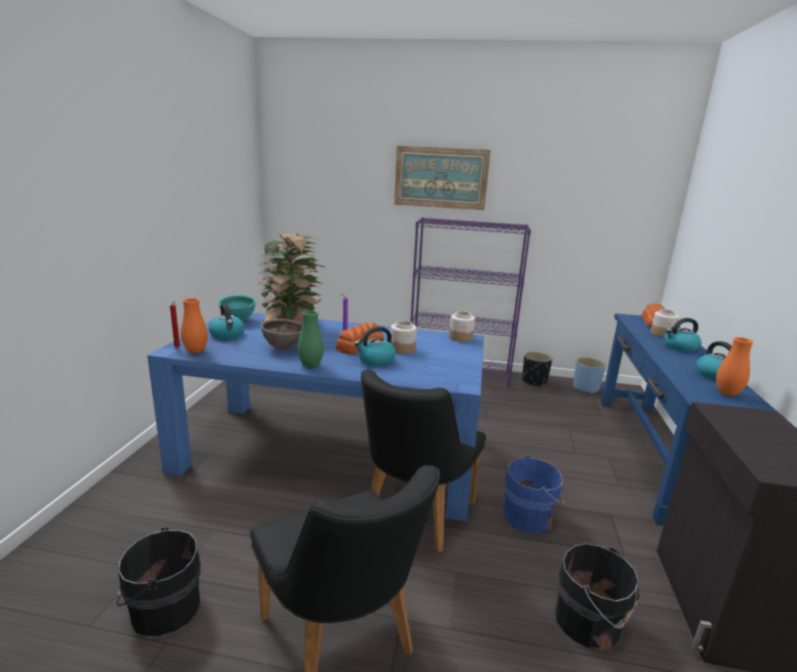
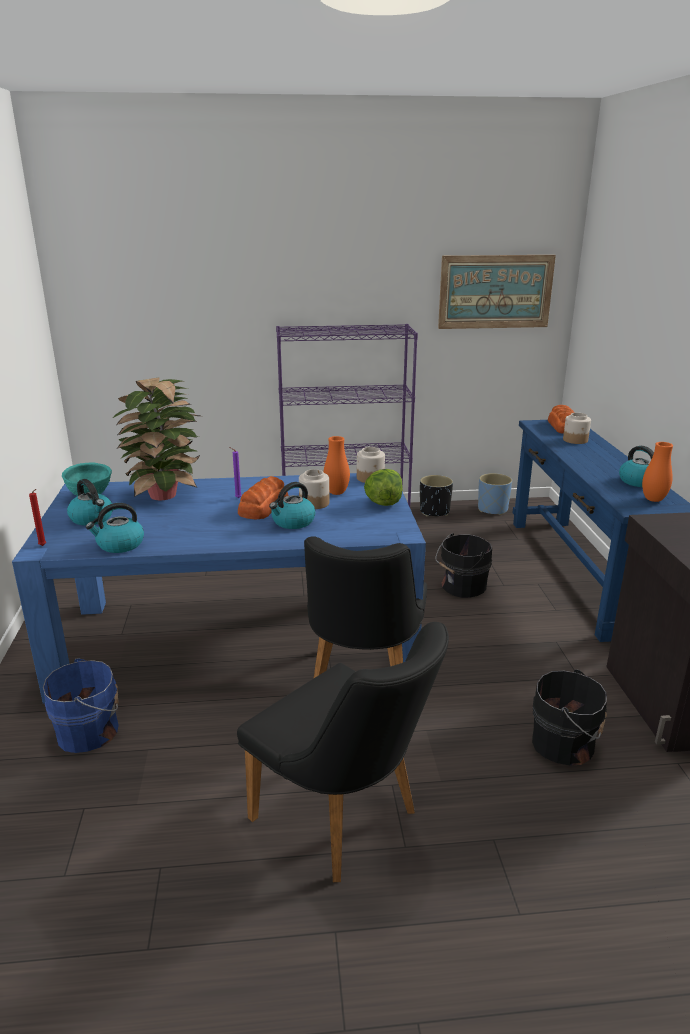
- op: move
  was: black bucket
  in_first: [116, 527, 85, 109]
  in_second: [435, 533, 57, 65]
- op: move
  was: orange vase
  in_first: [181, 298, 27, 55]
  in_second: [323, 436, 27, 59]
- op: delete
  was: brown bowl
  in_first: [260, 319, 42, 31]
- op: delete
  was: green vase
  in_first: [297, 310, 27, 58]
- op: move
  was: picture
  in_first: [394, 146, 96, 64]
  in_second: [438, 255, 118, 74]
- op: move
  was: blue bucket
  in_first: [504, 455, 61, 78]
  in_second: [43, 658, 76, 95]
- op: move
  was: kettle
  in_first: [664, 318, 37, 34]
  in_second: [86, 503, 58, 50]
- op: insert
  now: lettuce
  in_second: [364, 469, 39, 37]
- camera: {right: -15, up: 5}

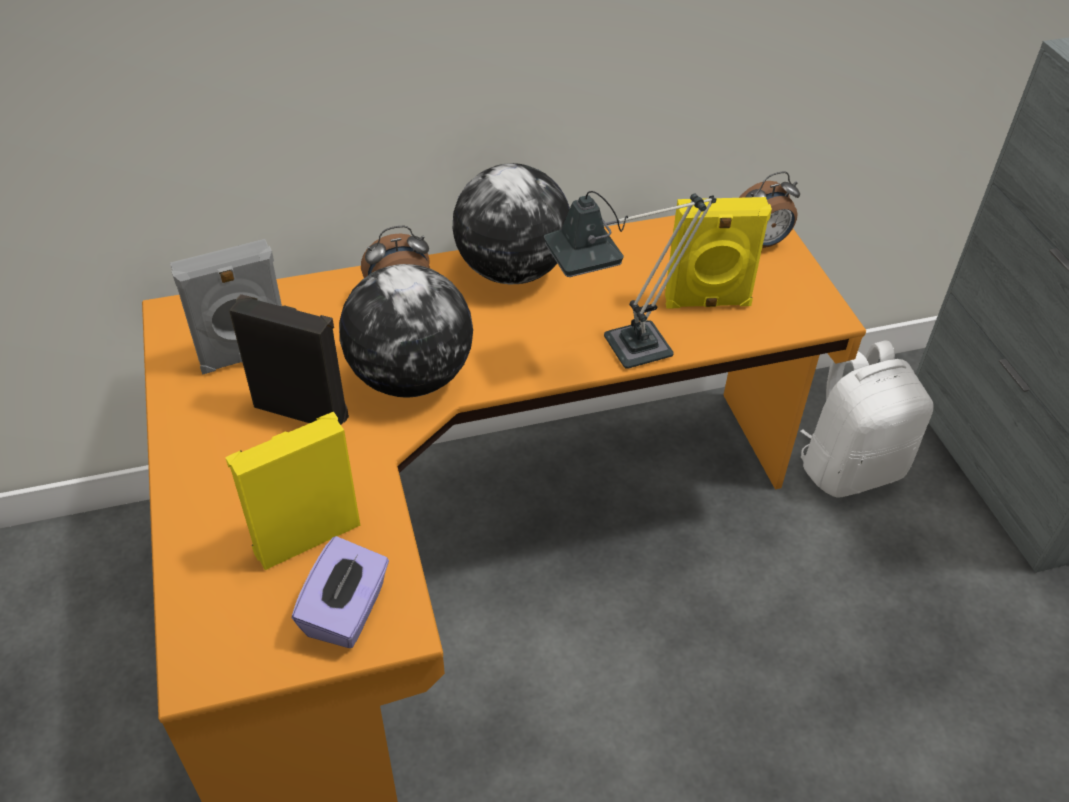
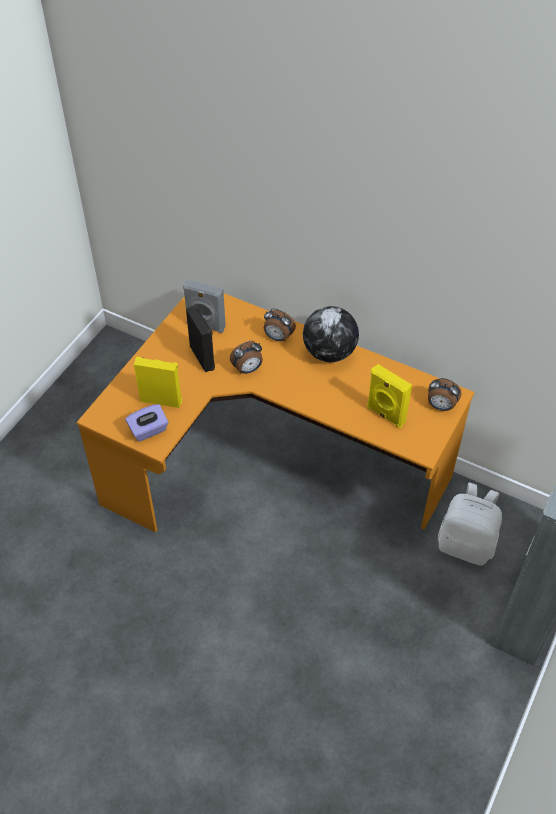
- op: replace
  was: globe
  now: alarm clock
  in_first: [339, 264, 134, 134]
  in_second: [230, 340, 33, 34]
- op: delete
  was: table lamp
  in_first: [544, 191, 172, 178]
- camera: {right: 45, up: 5}

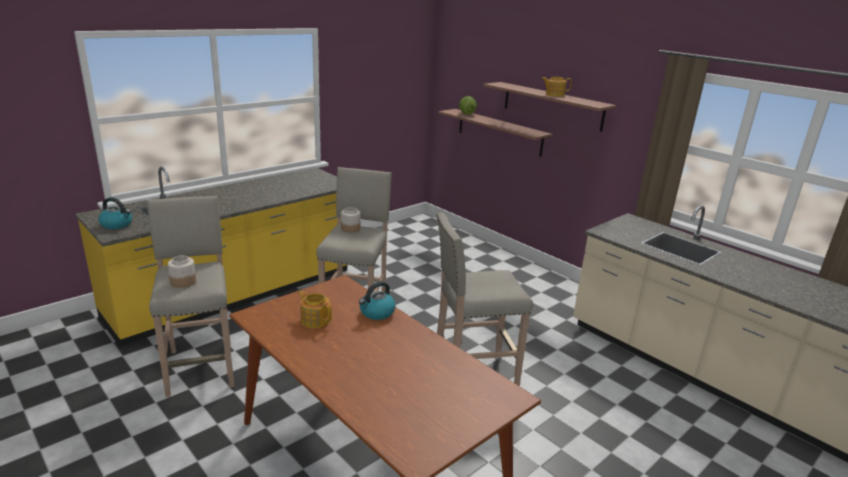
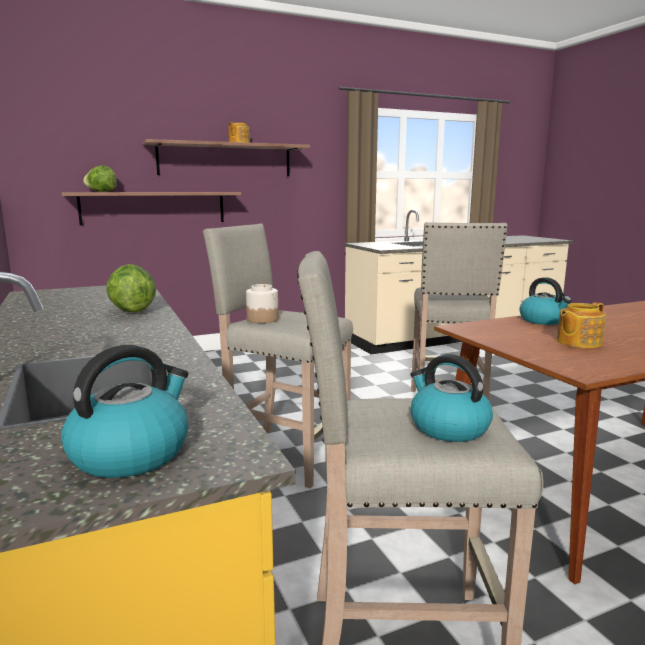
- op: replace
  was: jar
  now: kettle
  in_first: [168, 255, 28, 33]
  in_second: [411, 354, 82, 88]
- op: insert
  now: lettuce
  in_second: [106, 264, 50, 49]
- camera: {right: -70, up: -10}

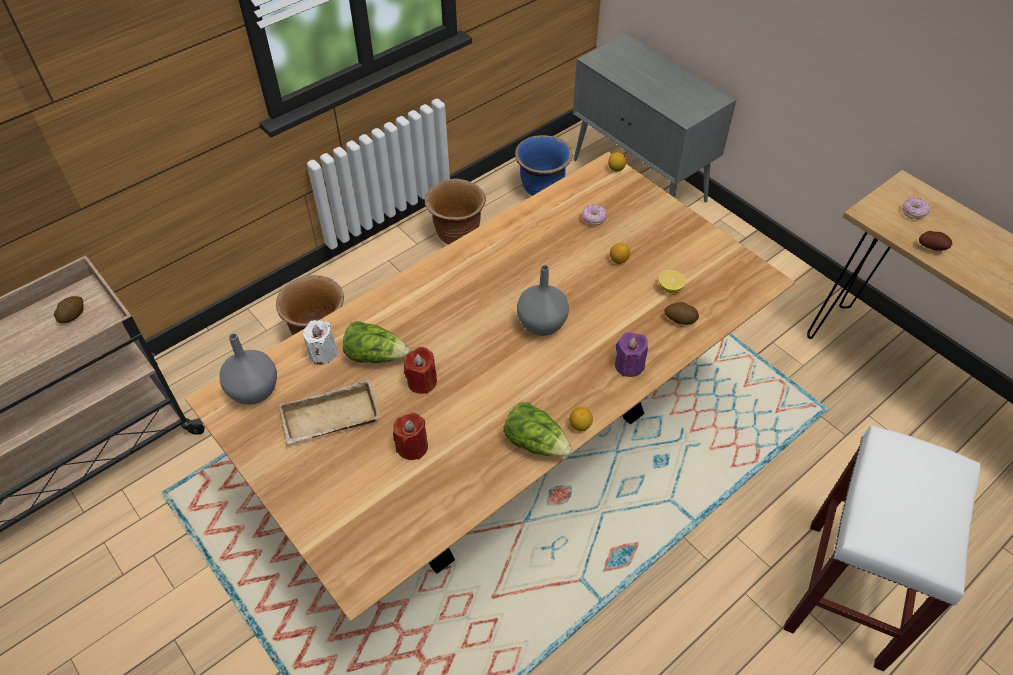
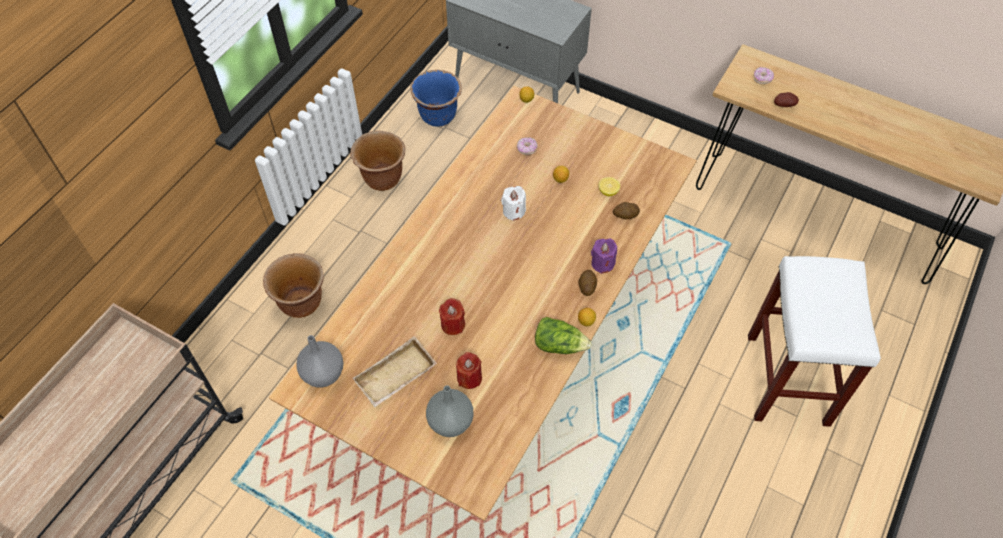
- op: move
  was: potato
  in_first: [54, 296, 30, 27]
  in_second: [578, 270, 19, 26]
- op: move
  was: white candle
  in_first: [303, 320, 35, 44]
  in_second: [501, 186, 25, 35]
- op: delete
  was: lettuce
  in_first: [343, 321, 67, 42]
- op: move
  was: grey vase
  in_first: [517, 265, 52, 71]
  in_second: [426, 385, 48, 52]
- camera: {right: -20, up: 5}

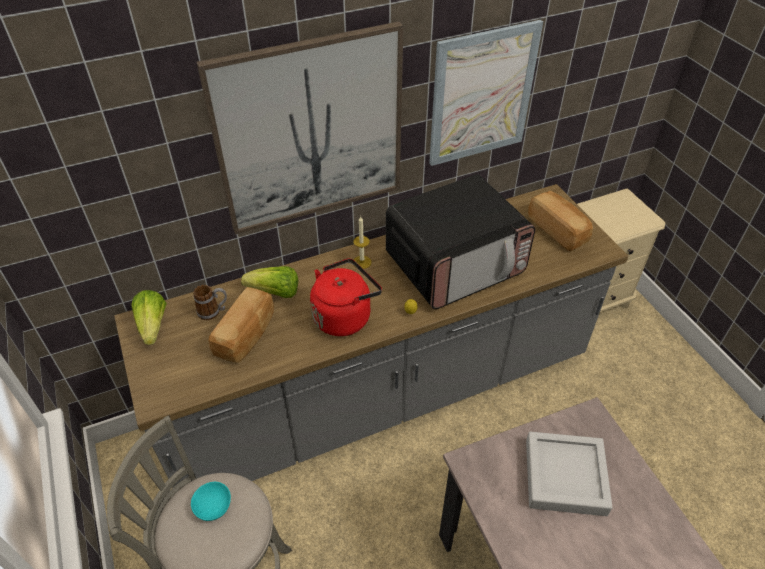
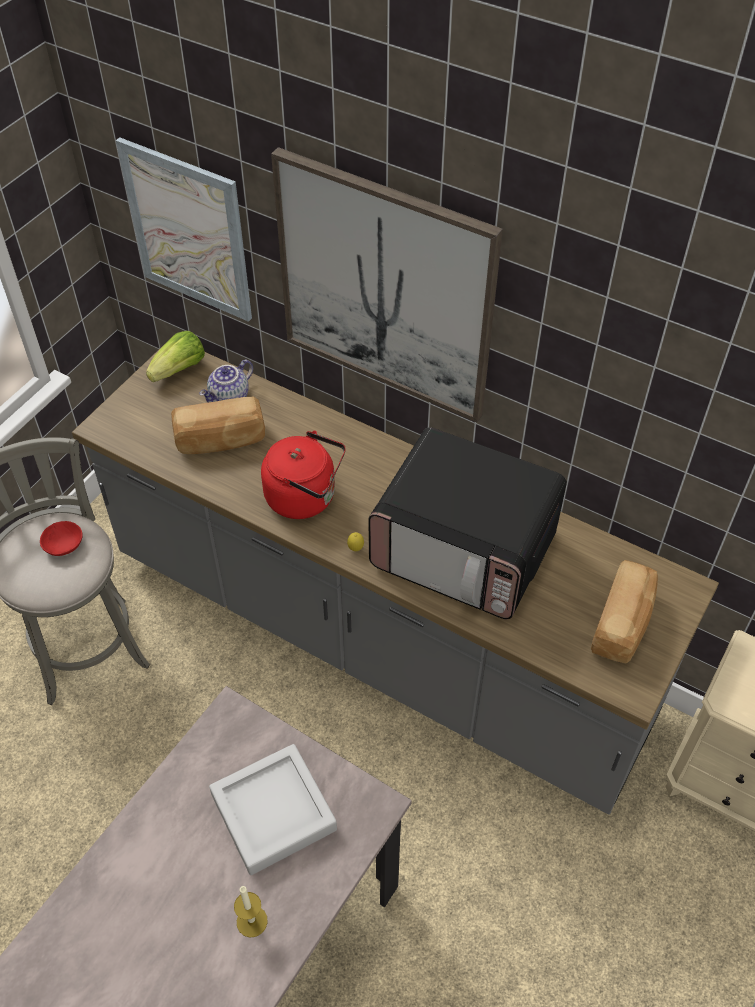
- op: recolor
  was: turquoise bowl
  now: red bowl
  in_first: [191, 482, 40, 39]
  in_second: [40, 521, 43, 35]
- op: replace
  was: mug
  now: teapot
  in_first: [193, 285, 34, 35]
  in_second: [199, 360, 54, 43]
- op: delete
  was: lettuce
  in_first: [241, 266, 57, 32]
- op: move
  was: candle
  in_first: [353, 217, 19, 52]
  in_second: [234, 886, 34, 52]
- op: move
  was: picture
  in_first: [429, 20, 114, 146]
  in_second: [116, 137, 136, 185]
- camera: {right: 55, up: 5}

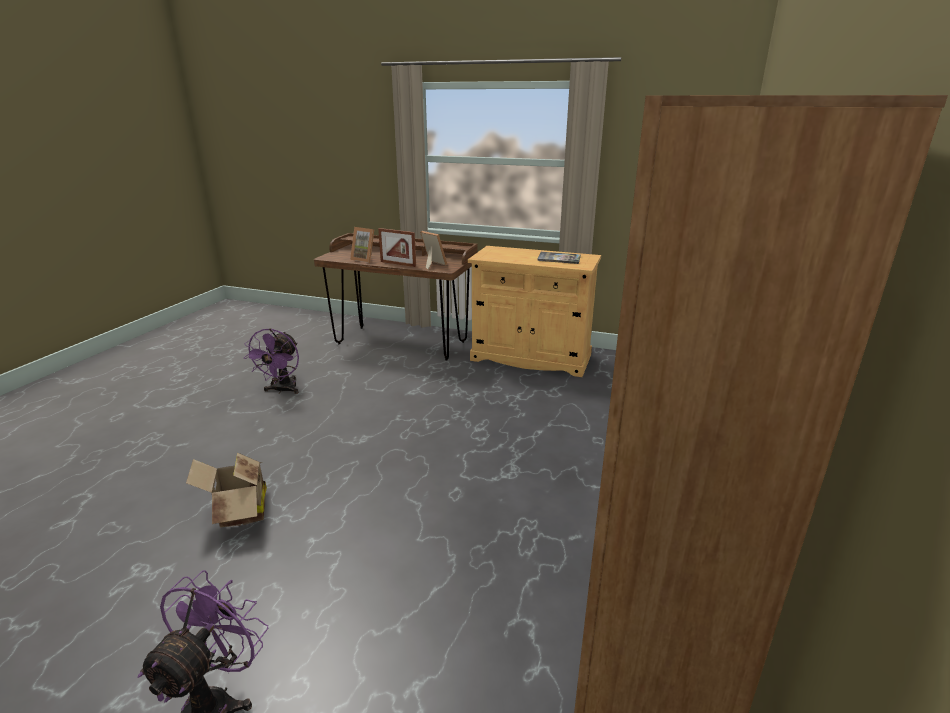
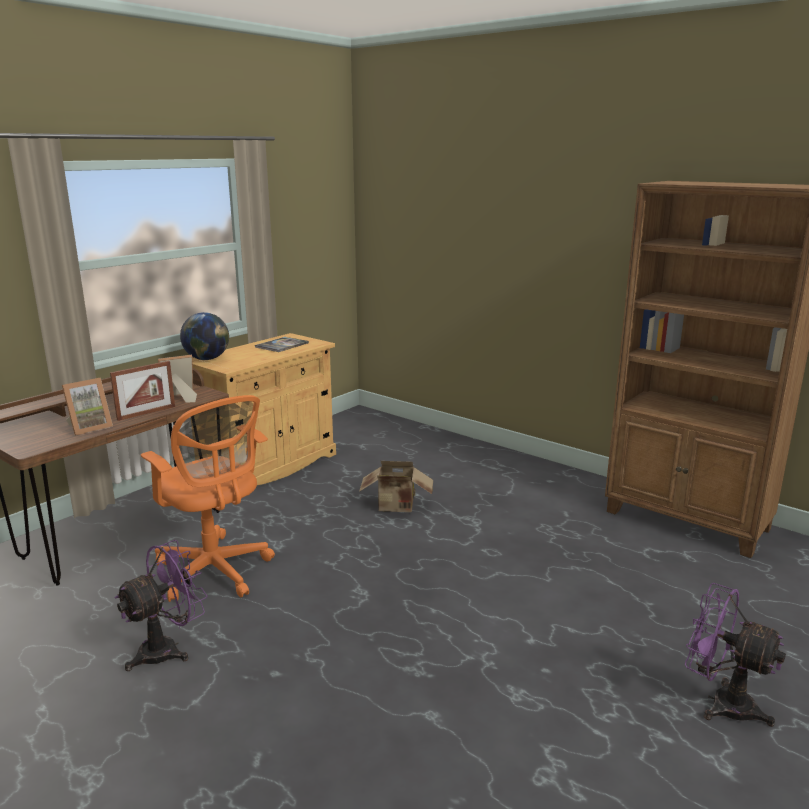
- op: move
  was: cardboard box
  in_first: [186, 452, 81, 76]
  in_second: [359, 461, 74, 51]
- op: rotate
  was: purple fan
  in_first: [244, 328, 55, 66]
  in_second: [115, 540, 92, 131]
  clockwise: -75
- op: insert
  now: orange office chair
  in_second: [141, 395, 134, 207]
- op: insert
  now: globe
  in_second: [180, 312, 49, 48]
- camera: {right: -70, up: -5}

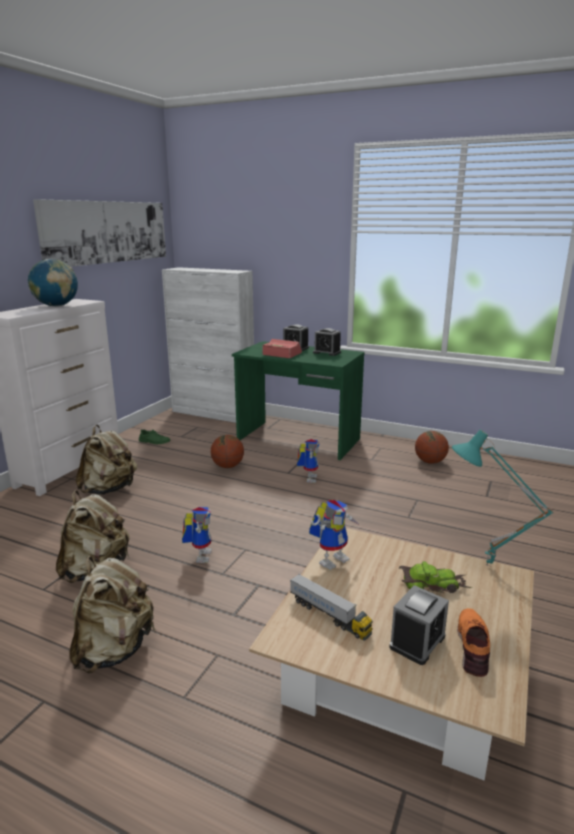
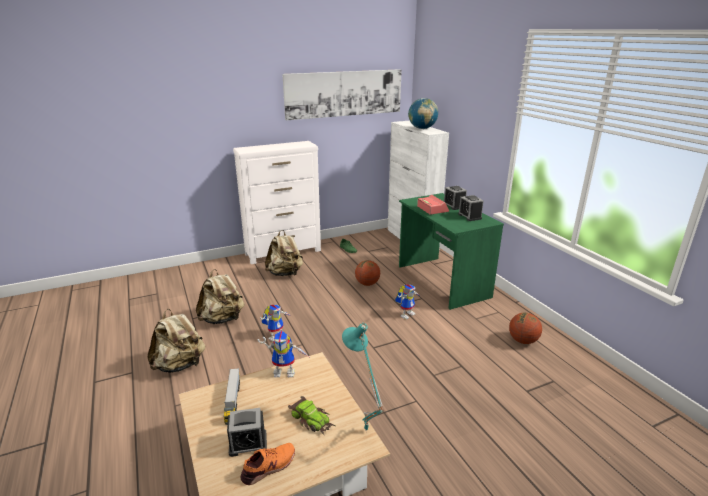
- op: move
  was: globe
  in_first: [28, 259, 50, 47]
  in_second: [408, 98, 30, 31]
- camera: {right: 40, up: 5}

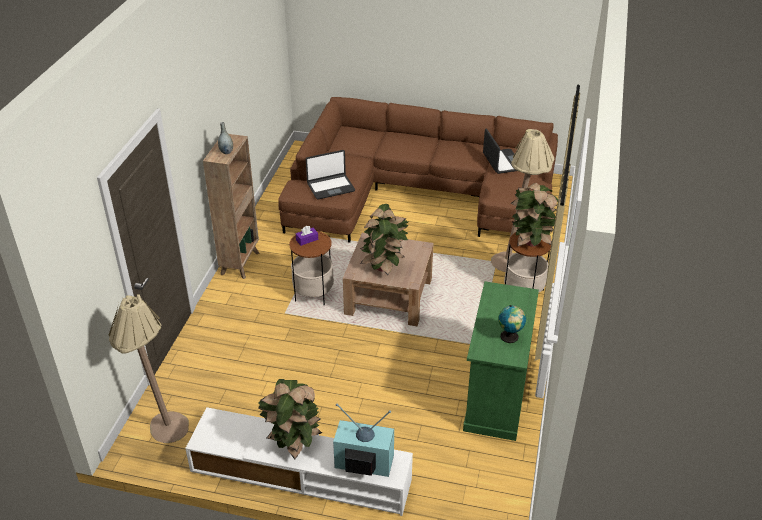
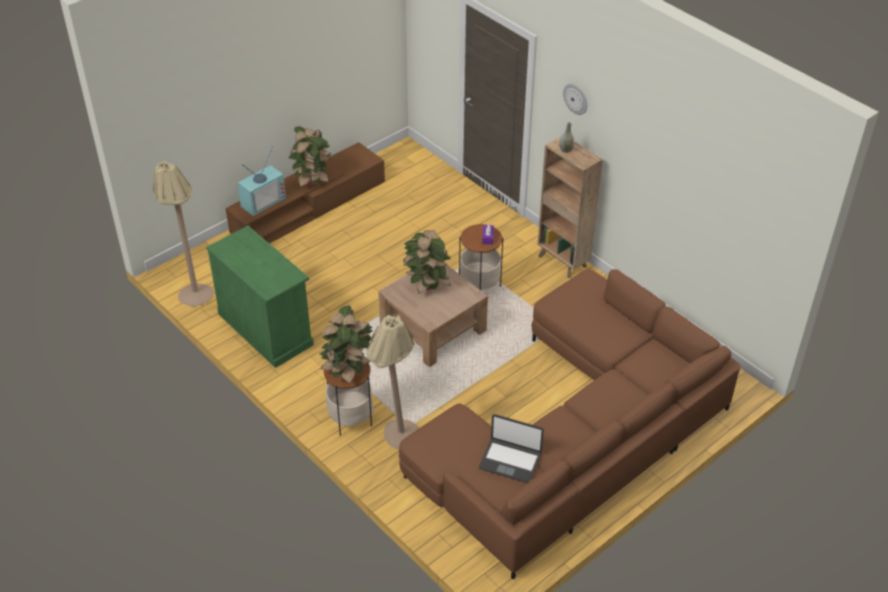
- op: move
  was: beige floor lamp
  in_first: [109, 294, 80, 149]
  in_second: [153, 161, 61, 146]
- op: recolor
  was: white tv stand
  now: brown tv stand
  in_first: [185, 407, 228, 109]
  in_second: [226, 142, 159, 101]
- op: delete
  was: laptop
  in_first: [306, 150, 49, 49]
- op: delete
  was: globe
  in_first: [498, 305, 28, 38]
- op: insert
  now: wall clock
  in_second: [563, 84, 24, 31]
- camera: {right: 125, up: 5}

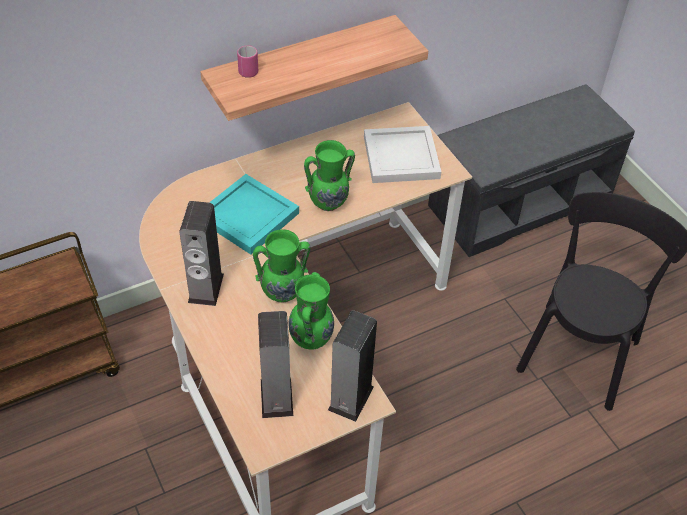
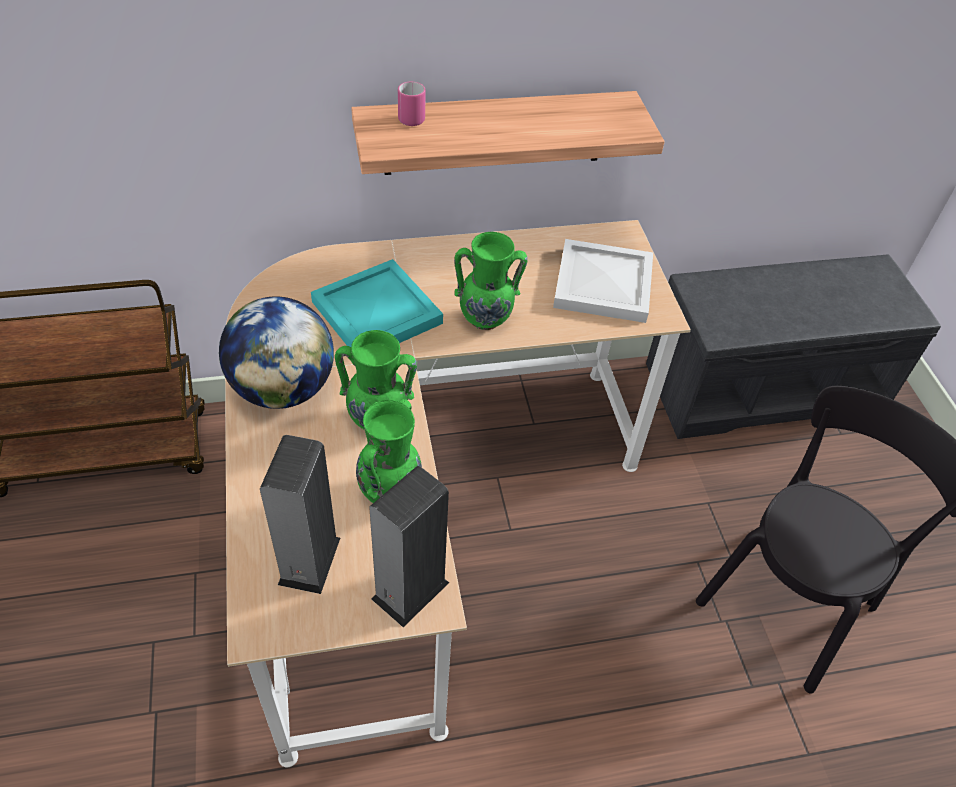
- op: replace
  was: speaker
  now: globe
  in_first: [179, 201, 45, 105]
  in_second: [219, 296, 115, 113]
- camera: {right: 15, up: 0}

